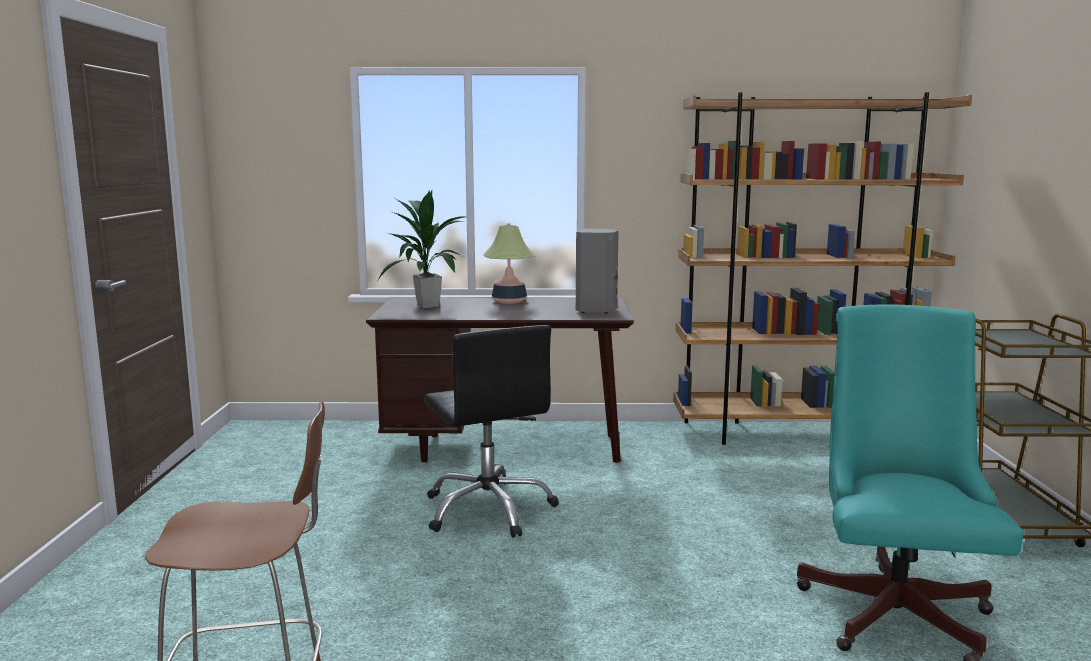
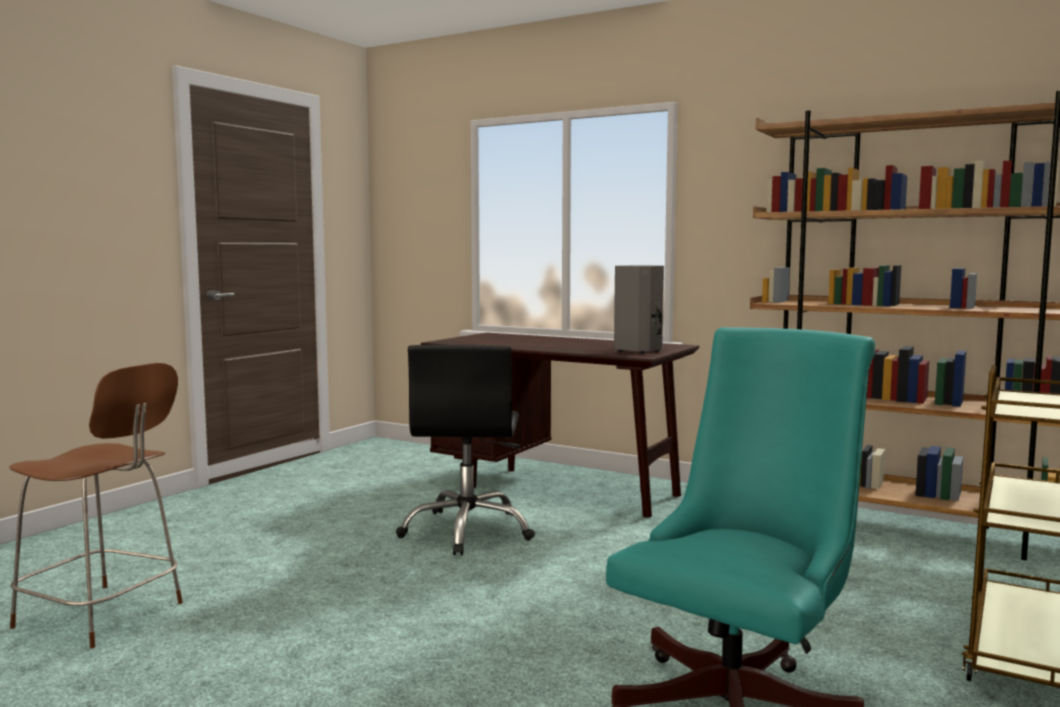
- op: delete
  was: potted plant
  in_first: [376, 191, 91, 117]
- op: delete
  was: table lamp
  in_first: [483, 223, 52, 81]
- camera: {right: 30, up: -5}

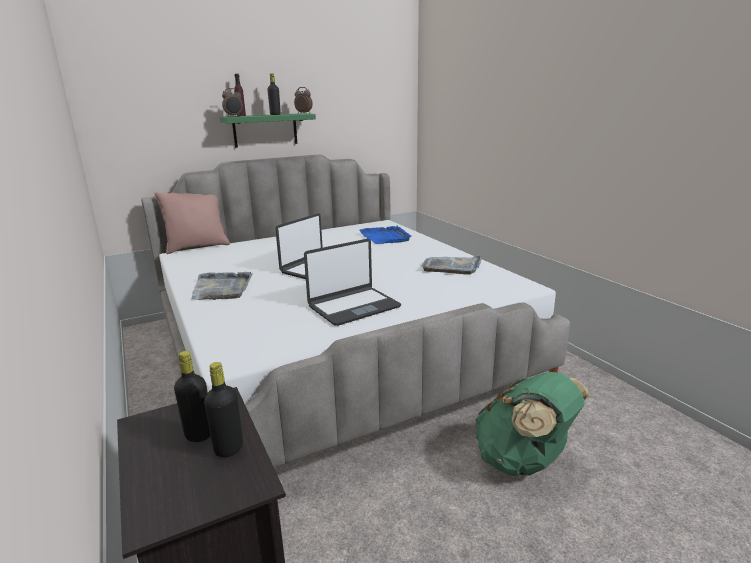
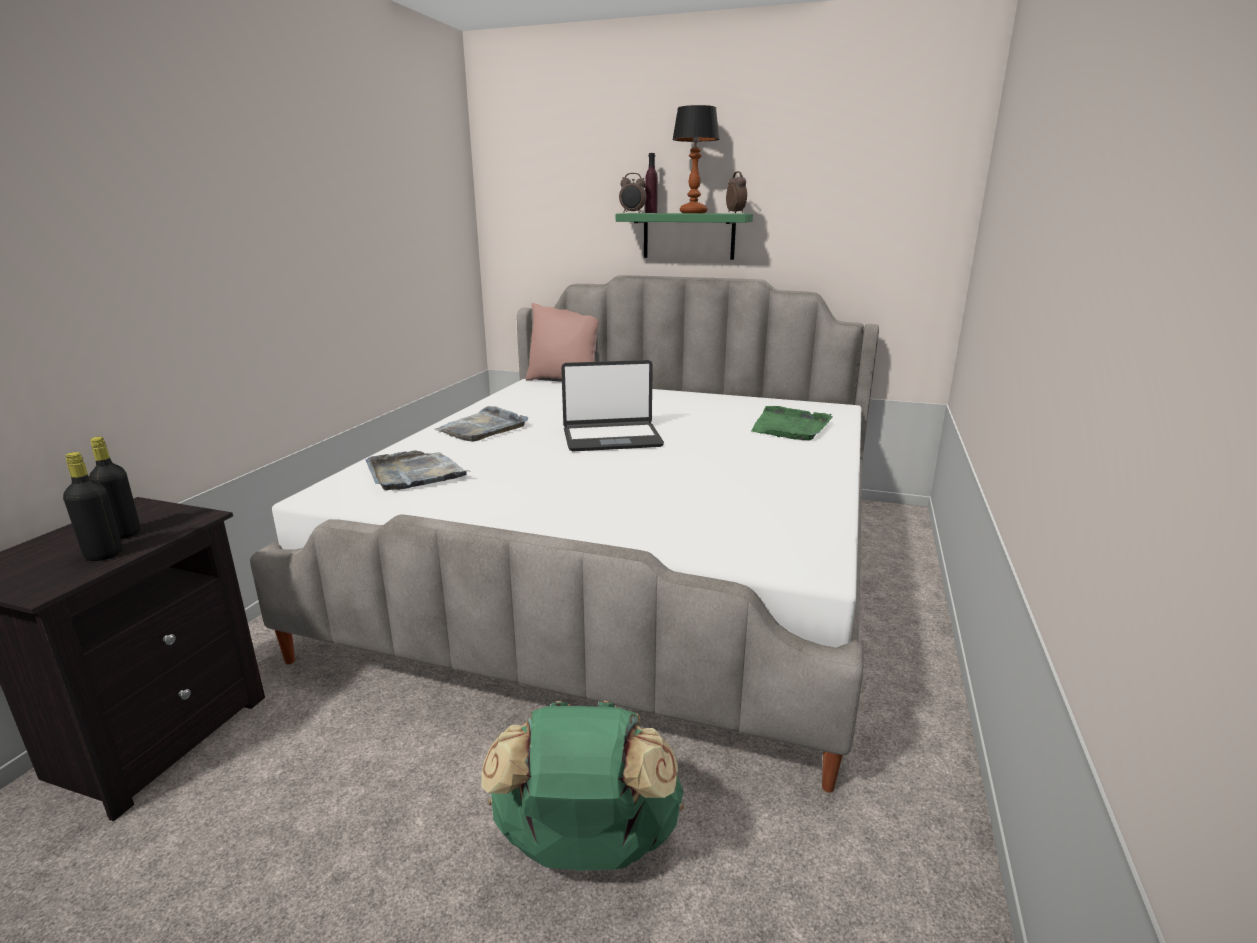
- op: replace
  was: black bottle
  now: table lamp
  in_first: [267, 73, 14, 42]
  in_second: [672, 105, 48, 108]
- op: delete
  was: laptop
  in_first: [304, 239, 97, 87]
- op: recolor
  was: blue tray
  now: green tray
  in_first: [359, 225, 52, 19]
  in_second: [751, 406, 82, 35]
- op: move
  was: grey tray
  in_first: [421, 255, 61, 20]
  in_second: [366, 450, 103, 40]
- camera: {right: 45, up: 0}

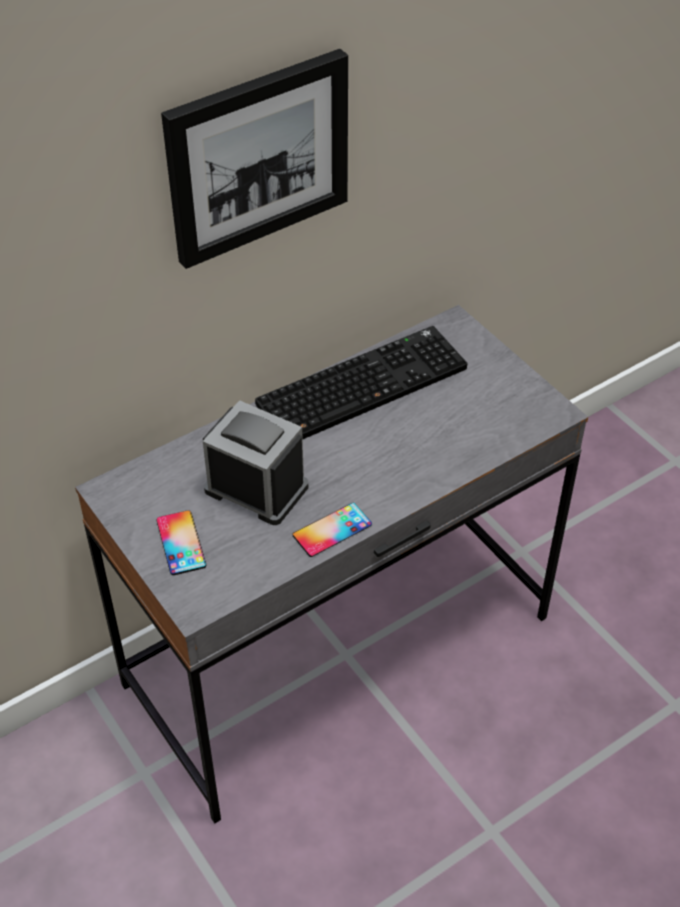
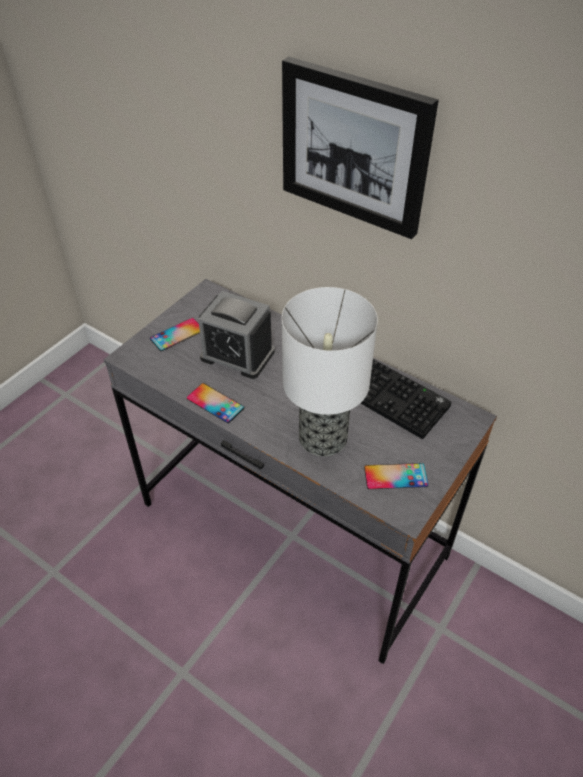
- op: rotate
  was: alarm clock
  in_first: [203, 400, 105, 125]
  in_second: [198, 291, 77, 88]
  clockwise: 105
- op: insert
  now: table lamp
  in_second: [282, 287, 96, 169]
- op: insert
  now: phone
  in_second: [364, 463, 64, 26]
- camera: {right: 70, up: 0}

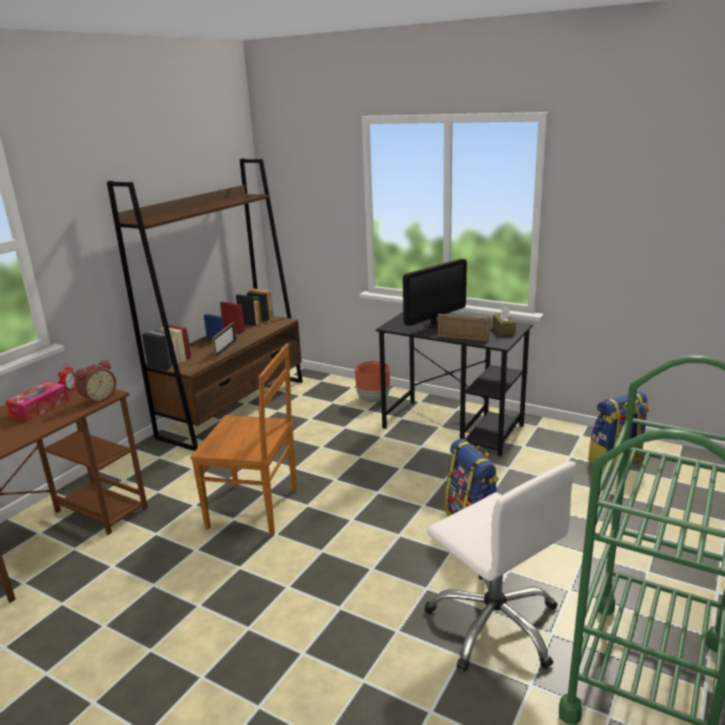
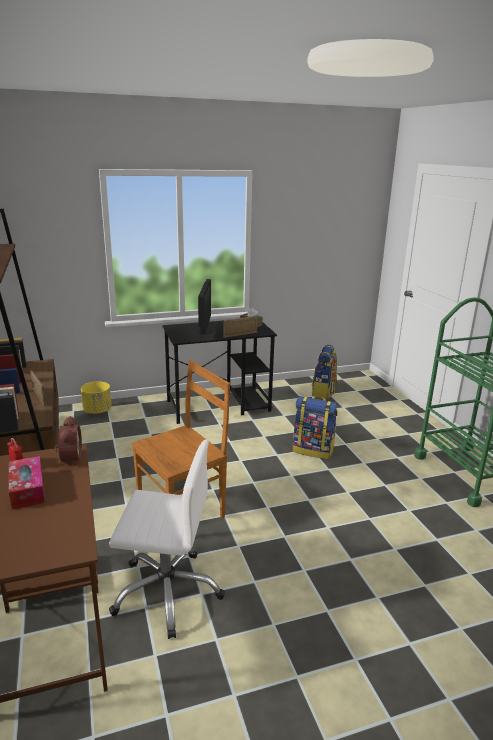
- op: delete
  was: brown planter
  in_first: [355, 361, 35, 42]
- op: move
  was: white office chair
  in_first: [424, 461, 152, 210]
  in_second: [109, 440, 116, 199]
- op: insert
  now: yellow planter
  in_second: [81, 381, 31, 33]
- camera: {right: -50, up: 0}

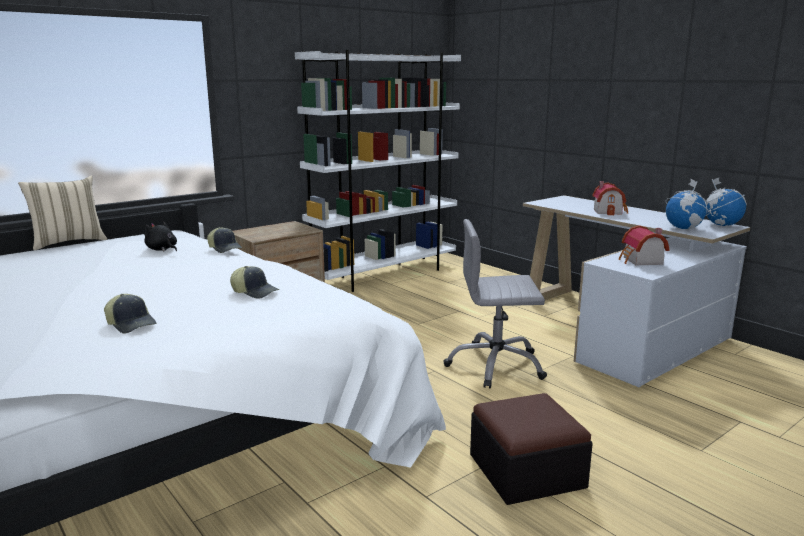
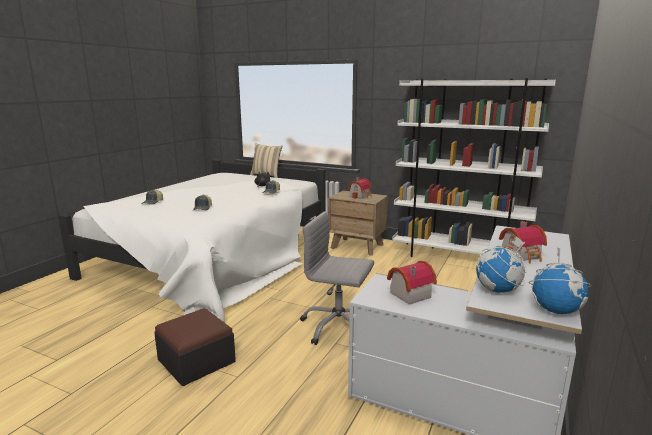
- op: rotate
  was: grey office chair
  in_first: [443, 219, 104, 169]
  in_second: [300, 211, 74, 134]
  clockwise: -45
- op: insert
  now: toy house
  in_second: [348, 177, 24, 22]
- camera: {right: 65, up: 0}

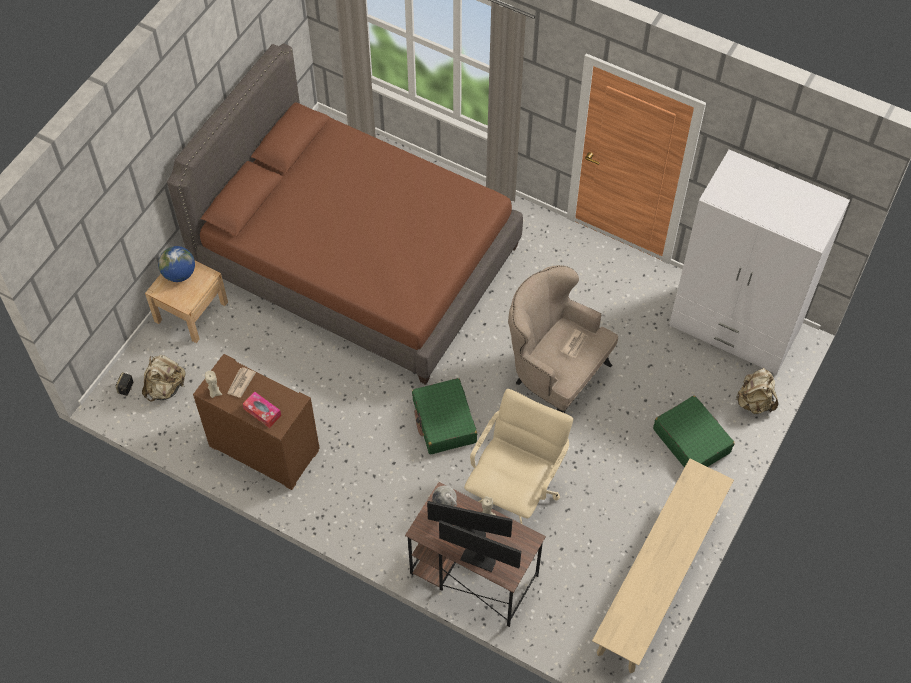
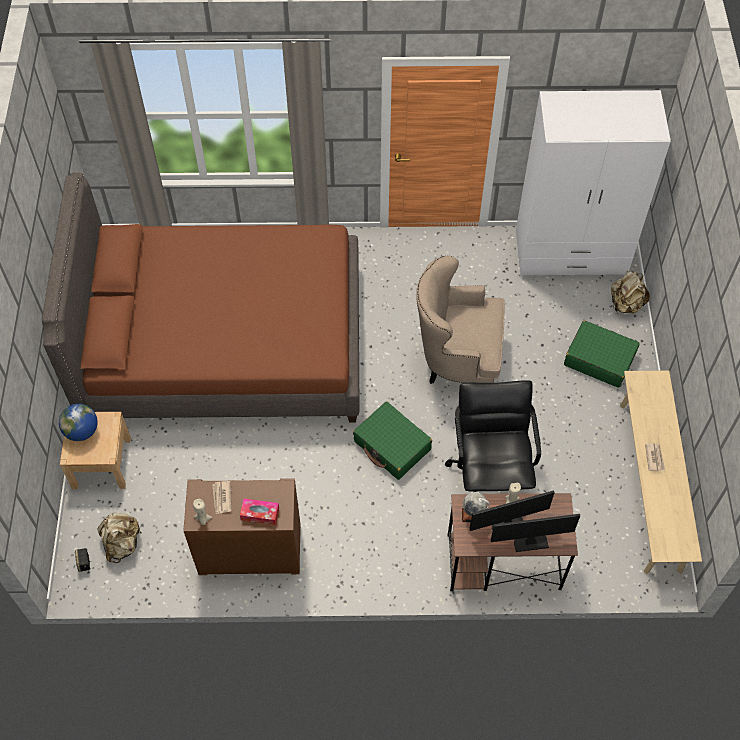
- op: recolor
  was: beige office chair
  now: black office chair
  in_first: [464, 389, 109, 135]
  in_second: [445, 380, 96, 112]
- op: move
  was: newspaper
  in_first: [561, 329, 26, 29]
  in_second: [645, 443, 20, 28]
- camera: {right: -30, up: 0}

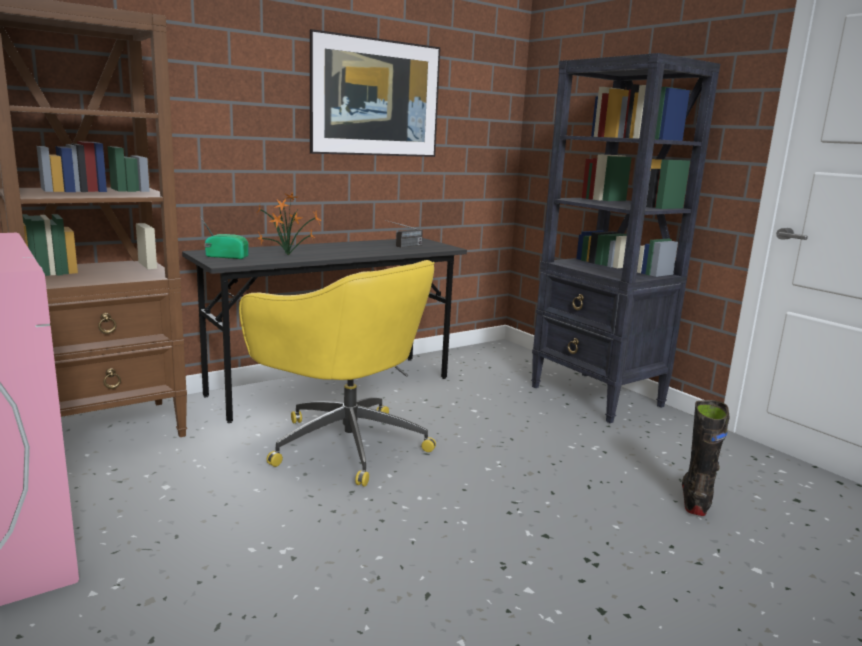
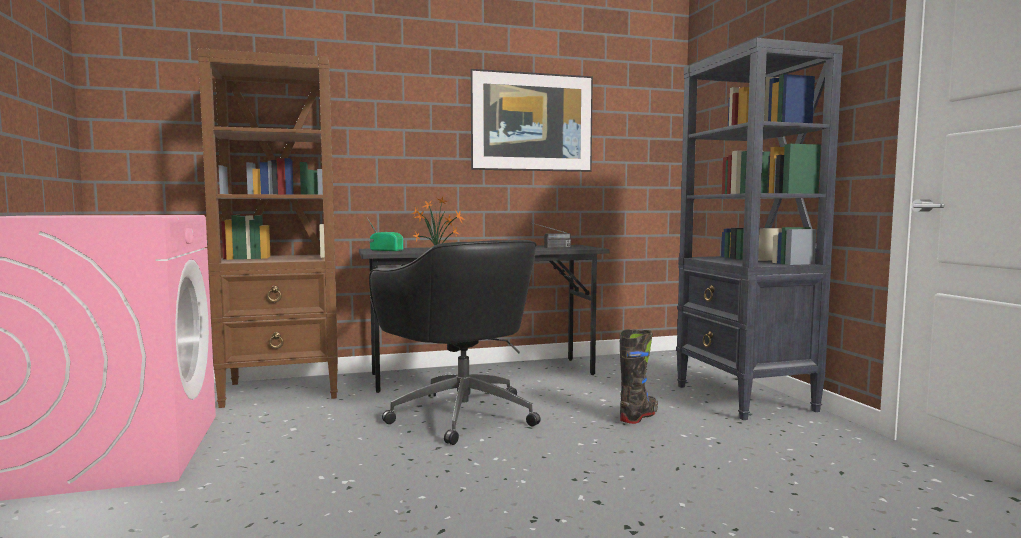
- op: recolor
  was: yellow office chair
  now: black office chair
  in_first: [239, 260, 197, 227]
  in_second: [369, 240, 172, 205]
- op: move
  was: black boot
  in_first: [682, 400, 48, 116]
  in_second: [620, 329, 38, 95]
- camera: {right: 20, up: -10}

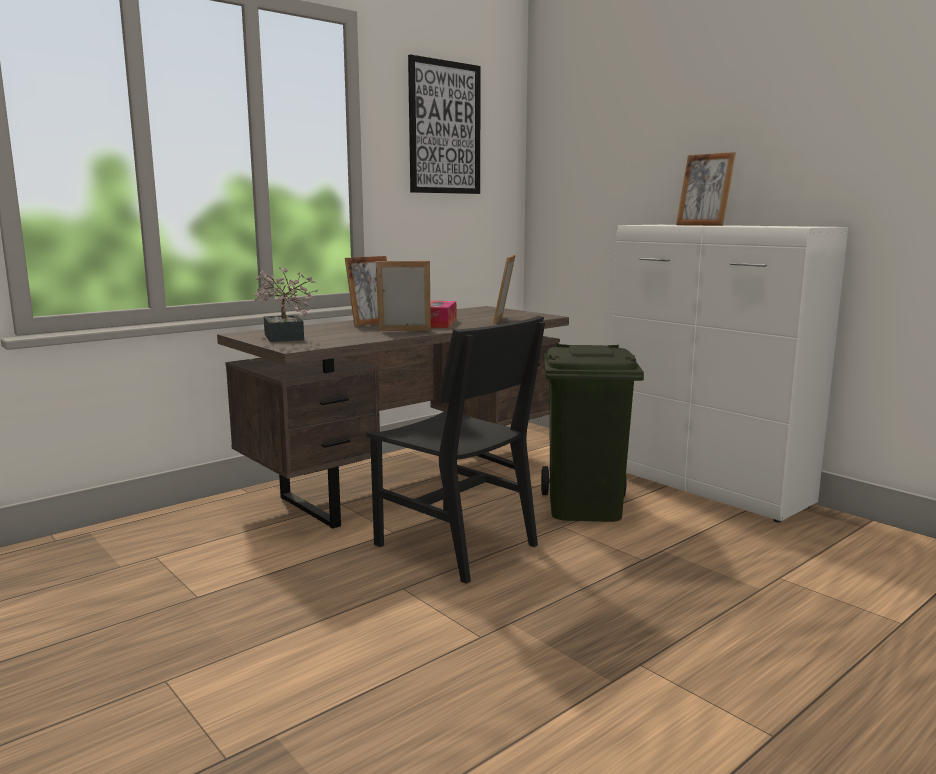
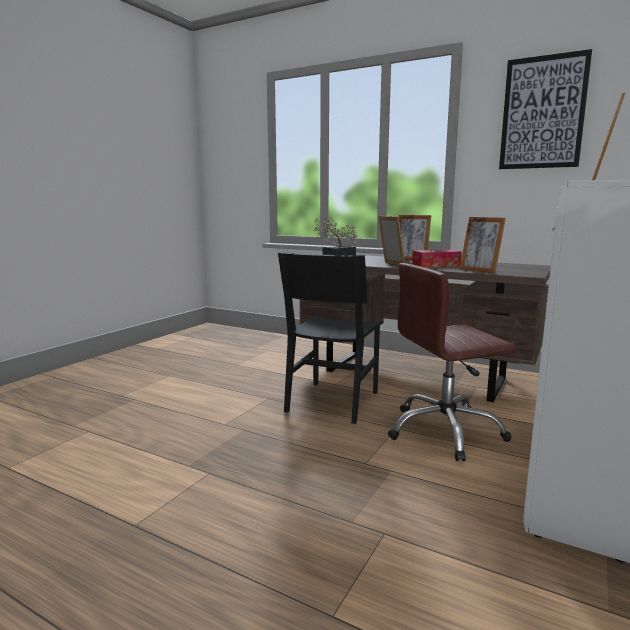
- op: rotate
  was: picture frame
  in_first: [493, 255, 23, 69]
  in_second: [460, 217, 46, 57]
  clockwise: -120
- op: replace
  was: green trash can
  now: brown office chair
  in_first: [541, 344, 103, 178]
  in_second: [388, 263, 128, 198]
- camera: {right: 70, up: 0}

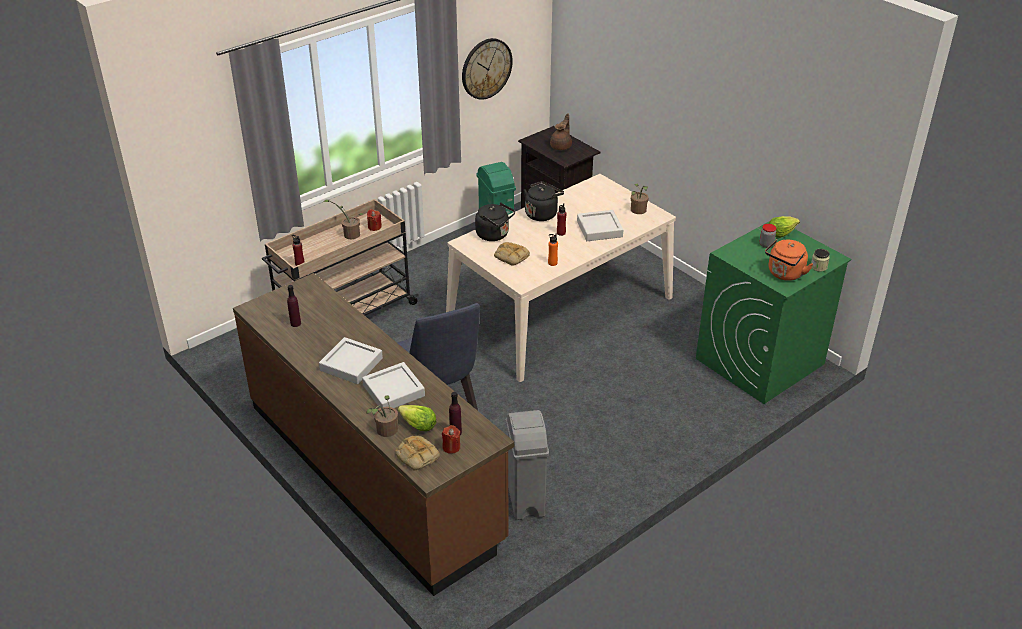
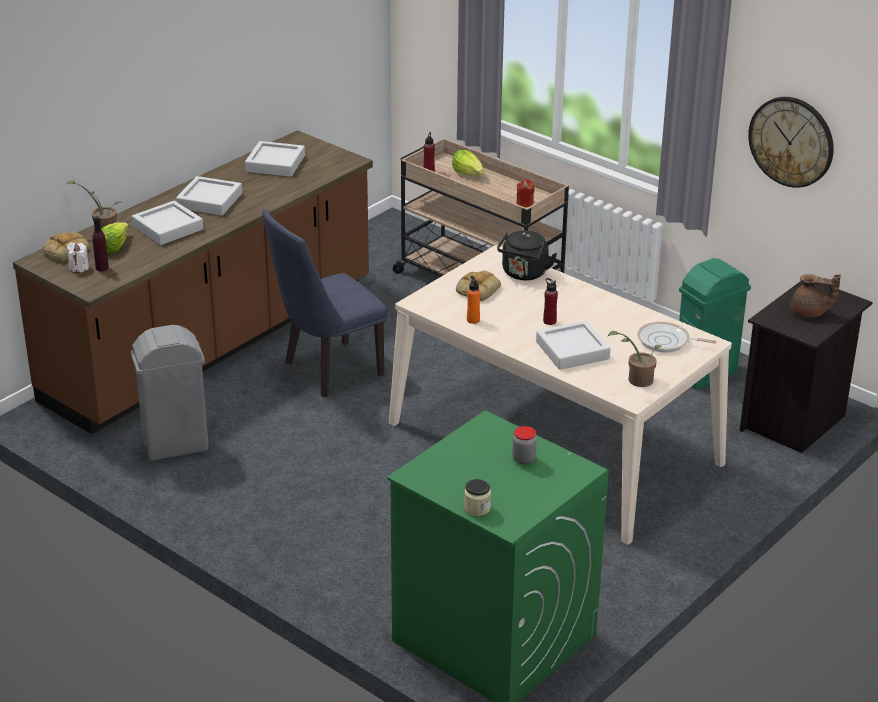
- op: replace
  was: purple bottle
  now: grey tray
  in_first: [287, 285, 14, 42]
  in_second: [245, 141, 60, 36]
- op: delete
  was: potted plant
  in_first: [323, 199, 40, 40]
- op: recolor
  was: red candle
  now: white candle
  in_first: [442, 425, 18, 29]
  in_second: [67, 242, 22, 31]
- op: delete
  was: black kettle
  in_first: [523, 181, 41, 40]
- op: delete
  was: orange kettle
  in_first: [765, 239, 48, 42]
- op: move
  was: lettuce
  in_first: [769, 216, 31, 22]
  in_second: [452, 150, 32, 26]
- op: insert
  now: frying pan
  in_second: [637, 322, 80, 31]
- camera: {right: 80, up: -5}

